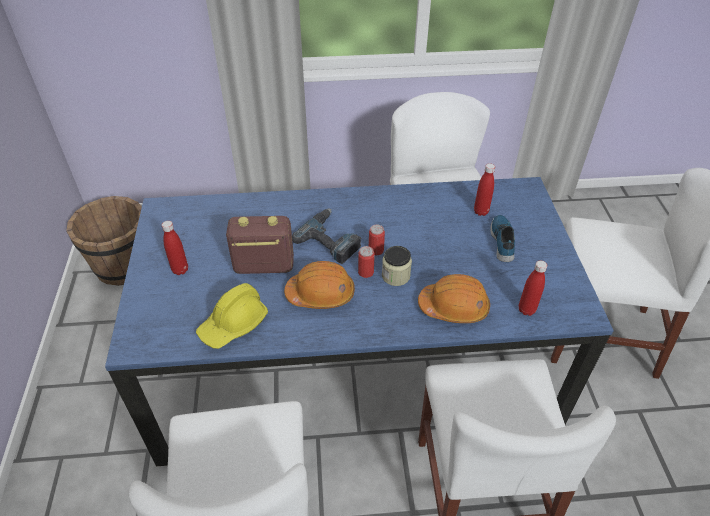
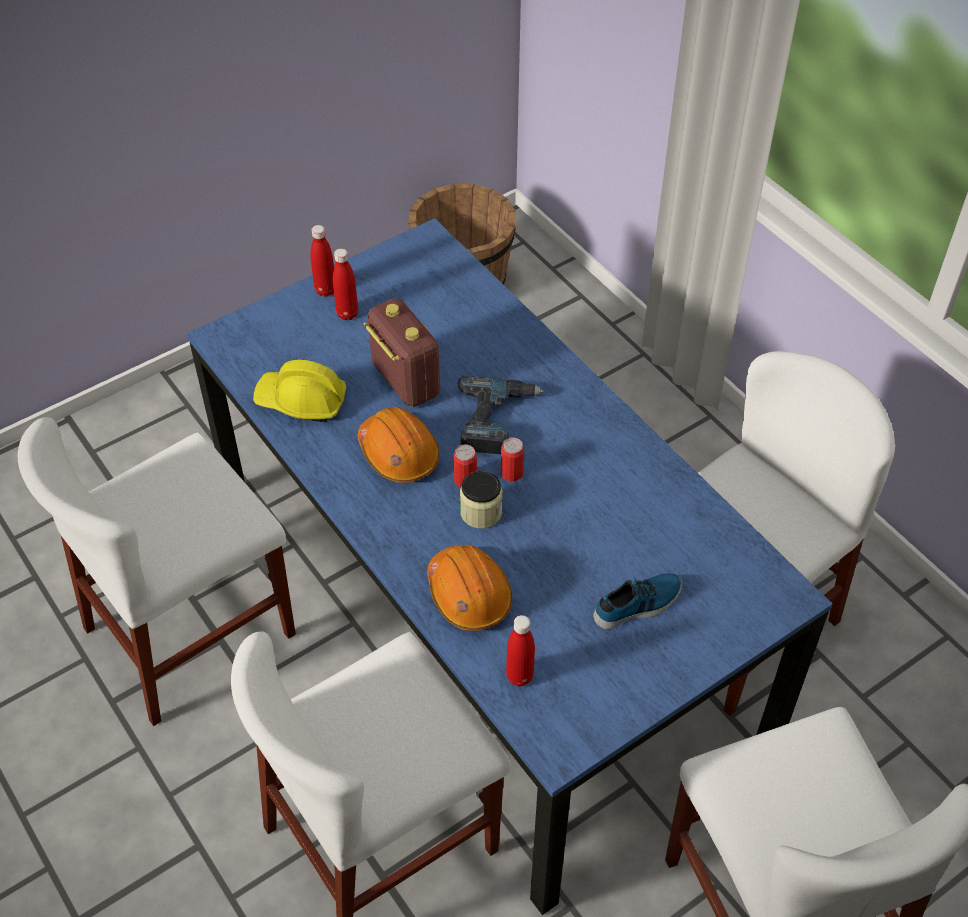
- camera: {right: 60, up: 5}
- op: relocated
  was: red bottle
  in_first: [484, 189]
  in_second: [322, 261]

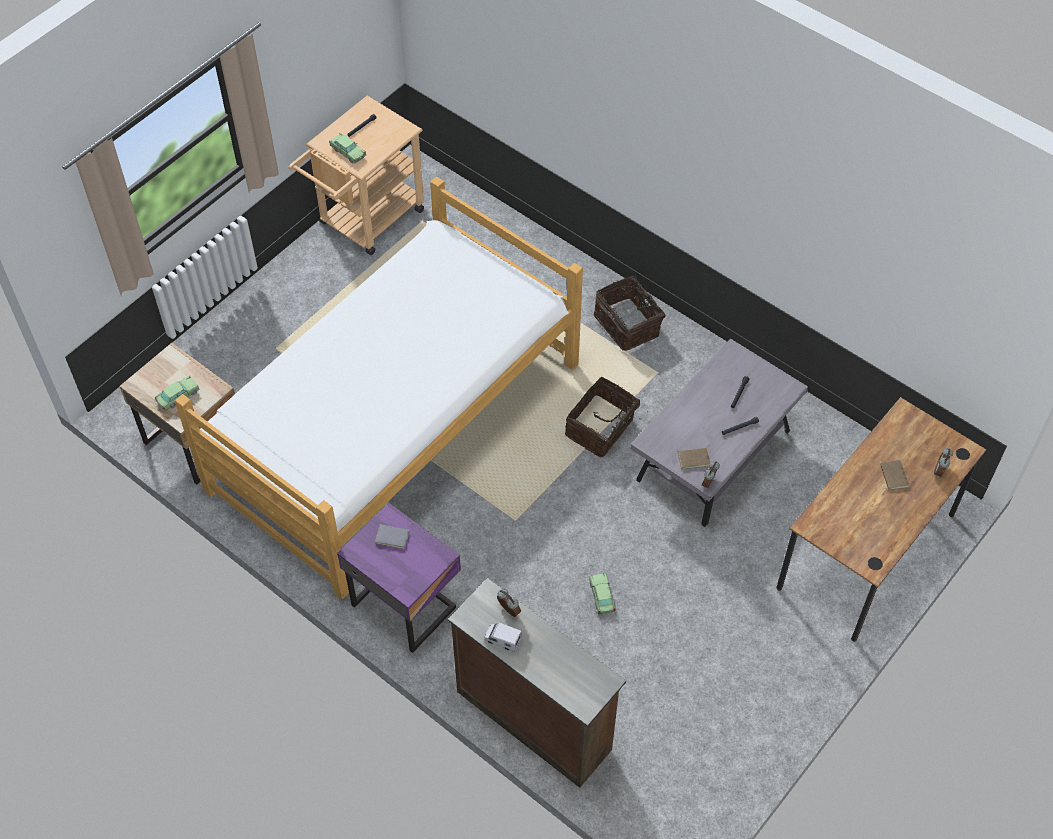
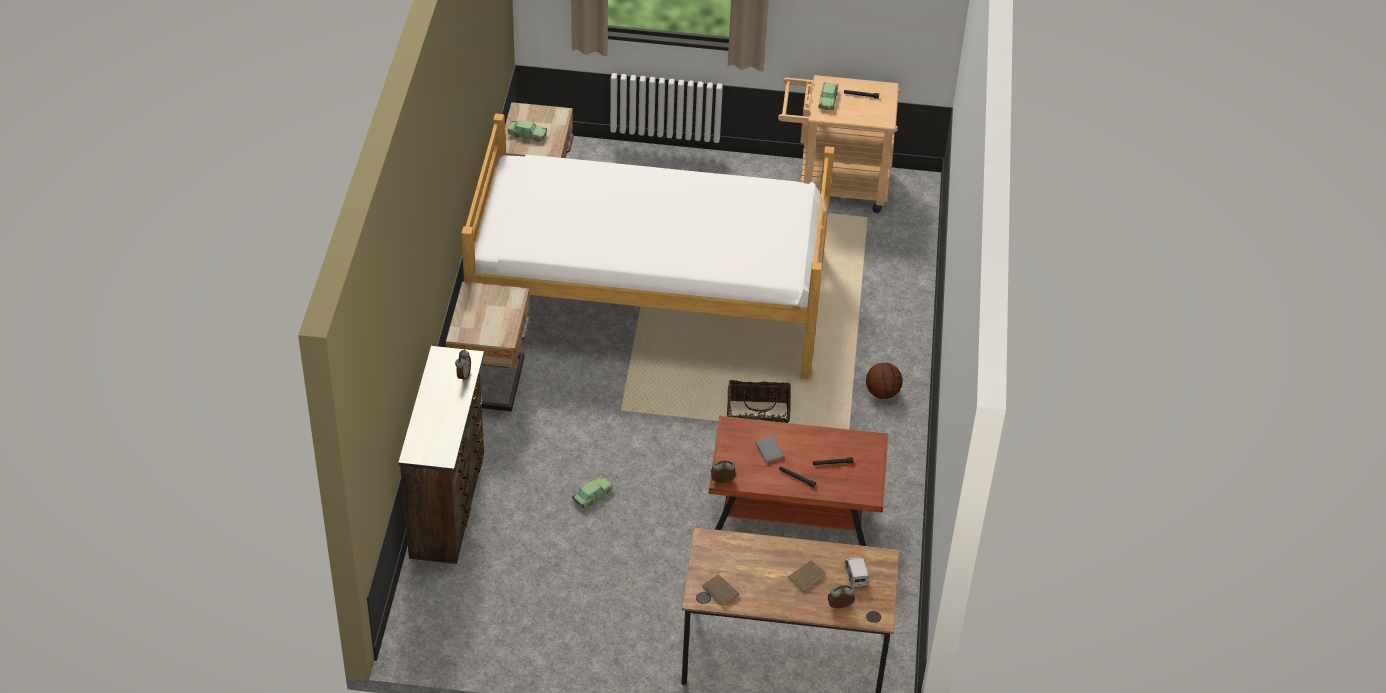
- camera: {right: 55, up: -10}
- op: relocated
  was: grey book
  in_first: [392, 533]
  in_second: [769, 448]
- op: relocated
  was: toy truck
  in_first: [503, 637]
  in_second: [856, 572]
- op: relocated
  was: brown book
  in_first: [694, 457]
  in_second: [720, 588]
- op: exchanged
  was: basket
  now: basketball
  in_first: [630, 313]
  in_second: [884, 381]
- op: colour
  was: purple nightstand
  now: beige nightstand
  in_first: [399, 578]
  in_second: [488, 346]
- op: colour
  was: grey coffee table
  now: brown coffee table
  in_first: [719, 432]
  in_second: [798, 481]

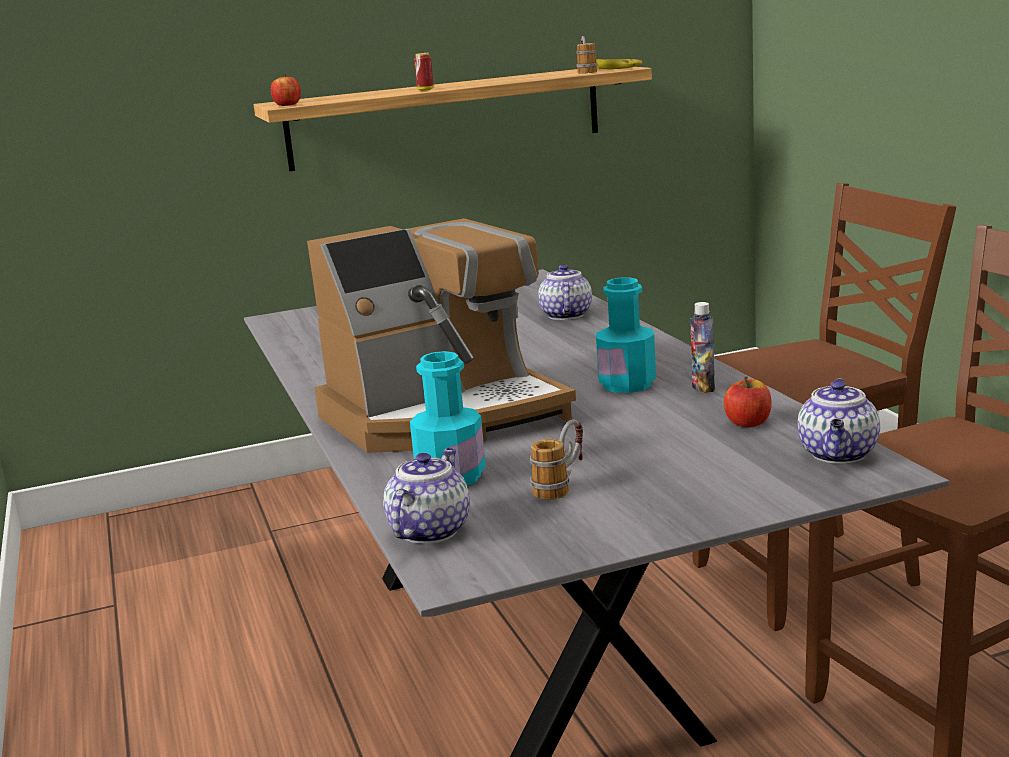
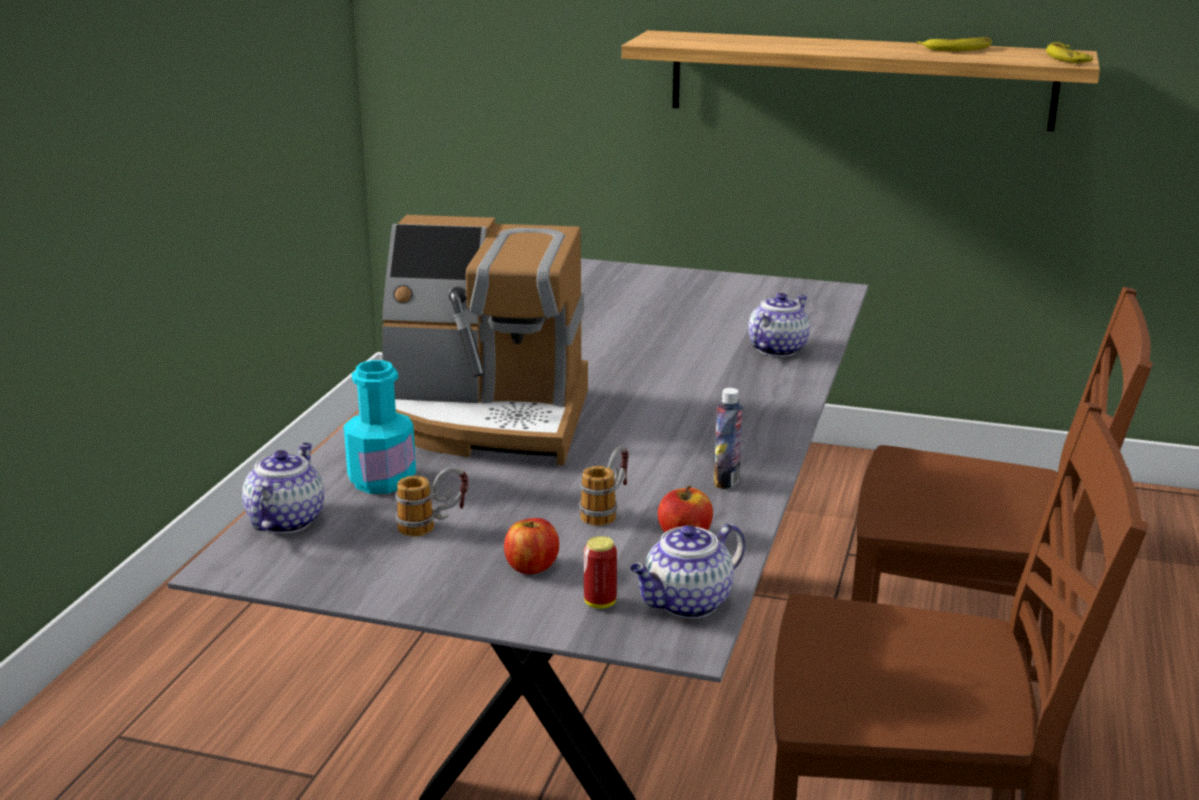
- camera: {right: 35, up: 5}
- op: missing
  was: turquoise bottle
  in_first: [626, 335]
- op: appeared
  now: banana
  in_second: [954, 44]
- op: relocated
  was: apple
  in_first: [286, 90]
  in_second: [531, 546]
- op: relocated
  was: can
  in_first: [424, 72]
  in_second: [600, 572]
- op: relocated
  was: mug
  in_first: [587, 55]
  in_second: [604, 486]
- op: spun
  was: teapot
  in_first: [426, 496]
  in_second: [283, 488]
  clockwise: -45

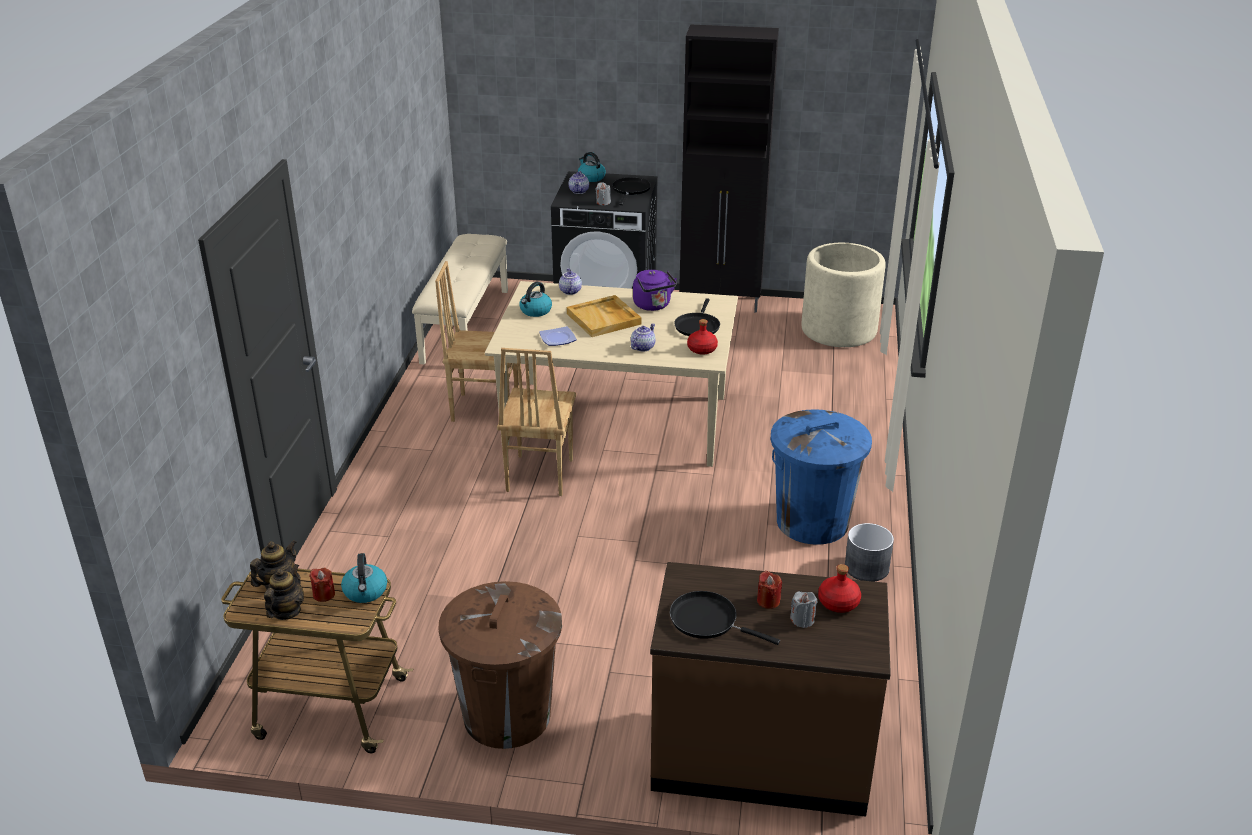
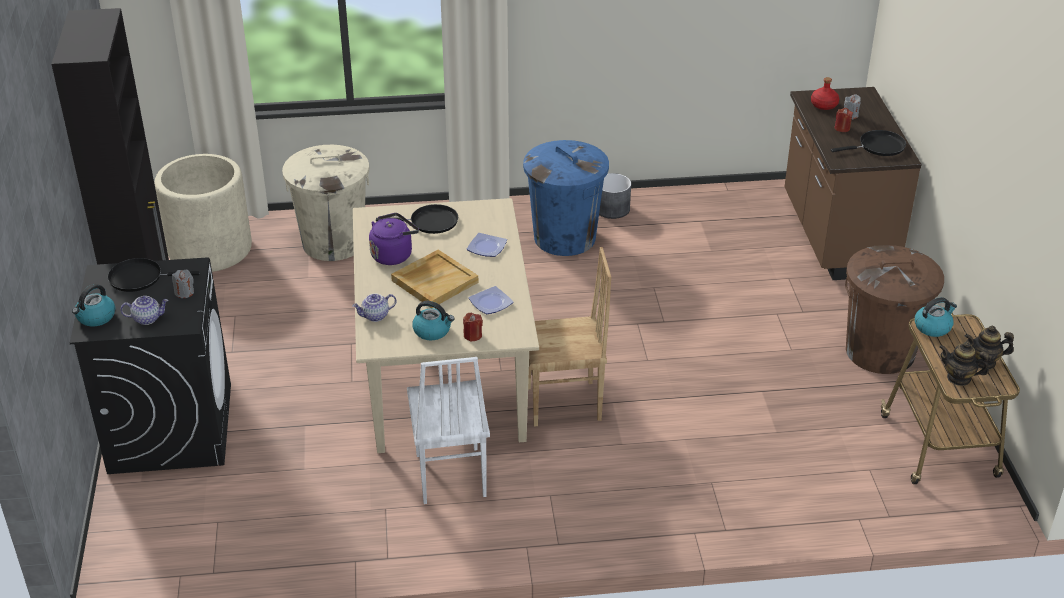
- camera: {right: -105, up: 5}
- op: missing
  was: beige bench
  in_first: [460, 299]
- op: missing
  was: red bottle
  in_first: [702, 337]
- op: appeared
  now: beige trash can
  in_second: [325, 203]
- op: relocated
  was: red candle
  in_first: [322, 585]
  in_second: [473, 327]
- op: exchanged
  was: teapot
  now: plate
  in_first: [643, 338]
  in_second: [487, 245]
- op: colour
  was: brown chair
  now: white chair
  in_first: [477, 341]
  in_second: [448, 430]
- op: spun
  was: black frying pan
  in_first: [725, 618]
  in_second: [868, 143]
  clockwise: -120

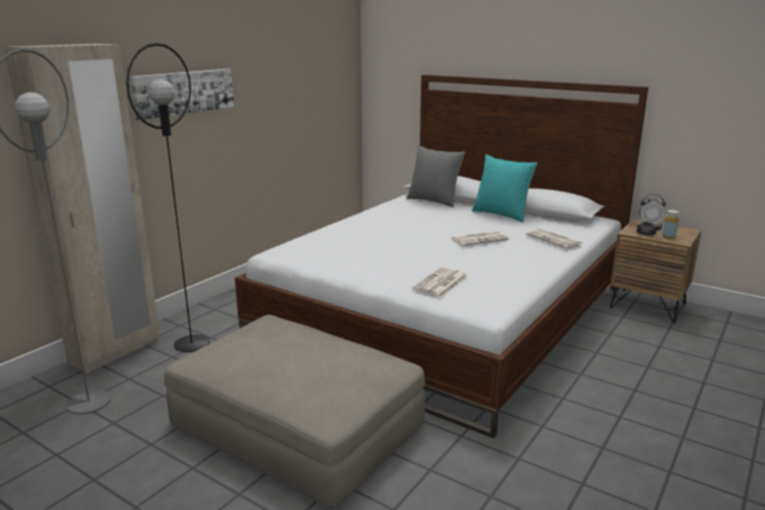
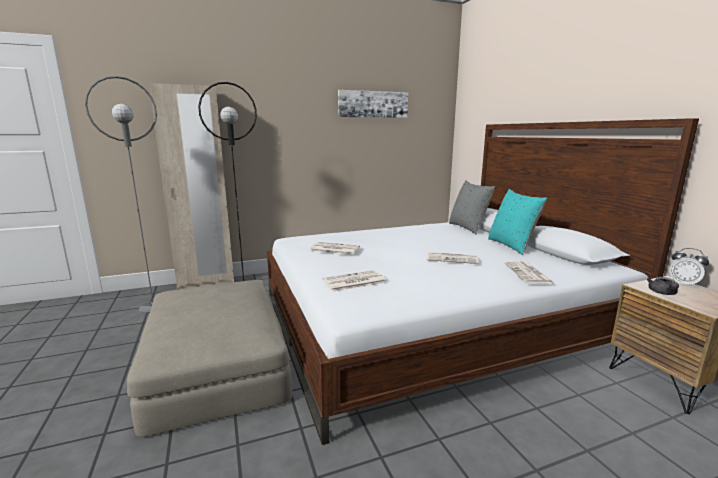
- camera: {right: 35, up: -5}
- op: missing
  was: yellow bottle
  in_first: [670, 224]
- op: appeared
  now: newspaper
  in_second: [334, 248]
- op: relocated
  was: picture
  in_first: [182, 94]
  in_second: [373, 104]

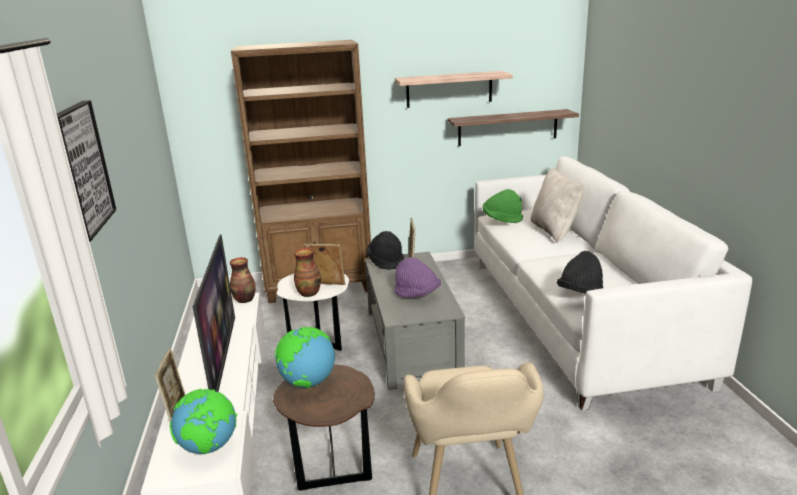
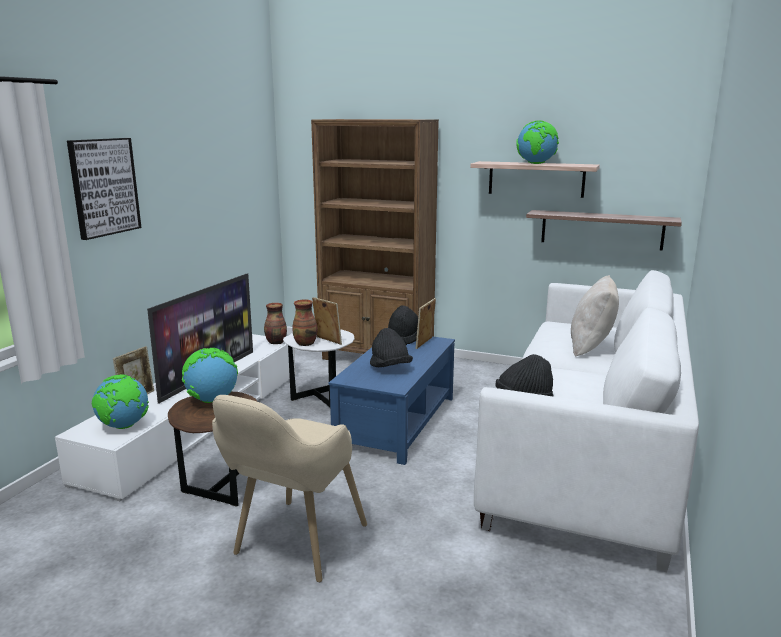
- camera: {right: 30, up: -5}
- op: missing
  was: green hat
  in_first: [503, 206]
- op: appeared
  now: globe
  in_second: [537, 142]
- op: colour
  was: grey coffee table
  now: blue coffee table
  in_first: [415, 321]
  in_second: [392, 400]
- op: colour
  was: purple hat
  now: black hat
  in_first: [417, 277]
  in_second: [391, 347]

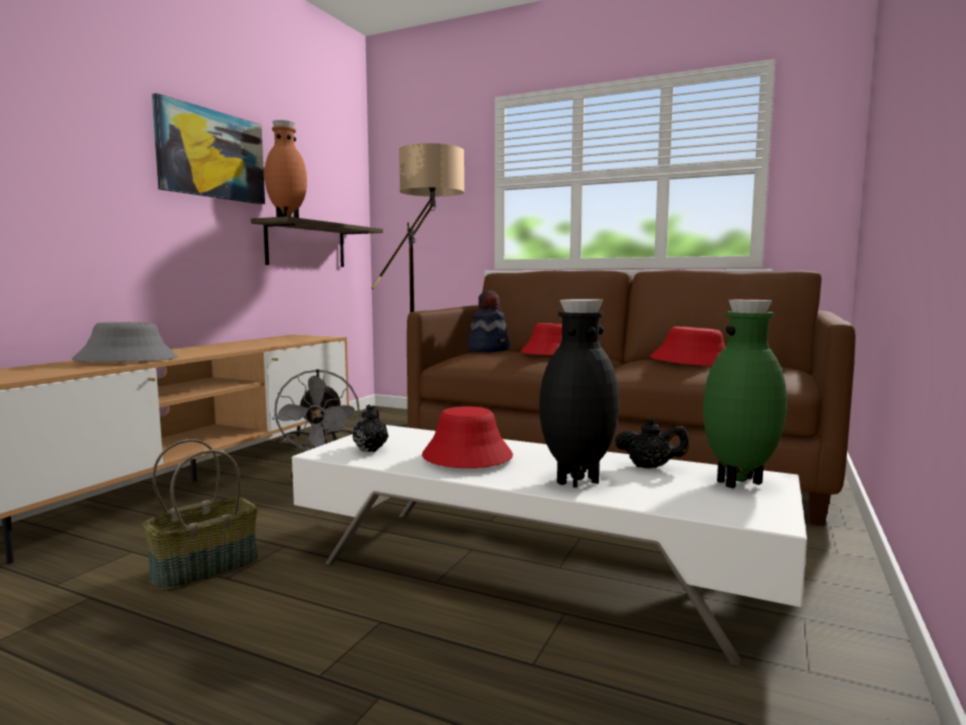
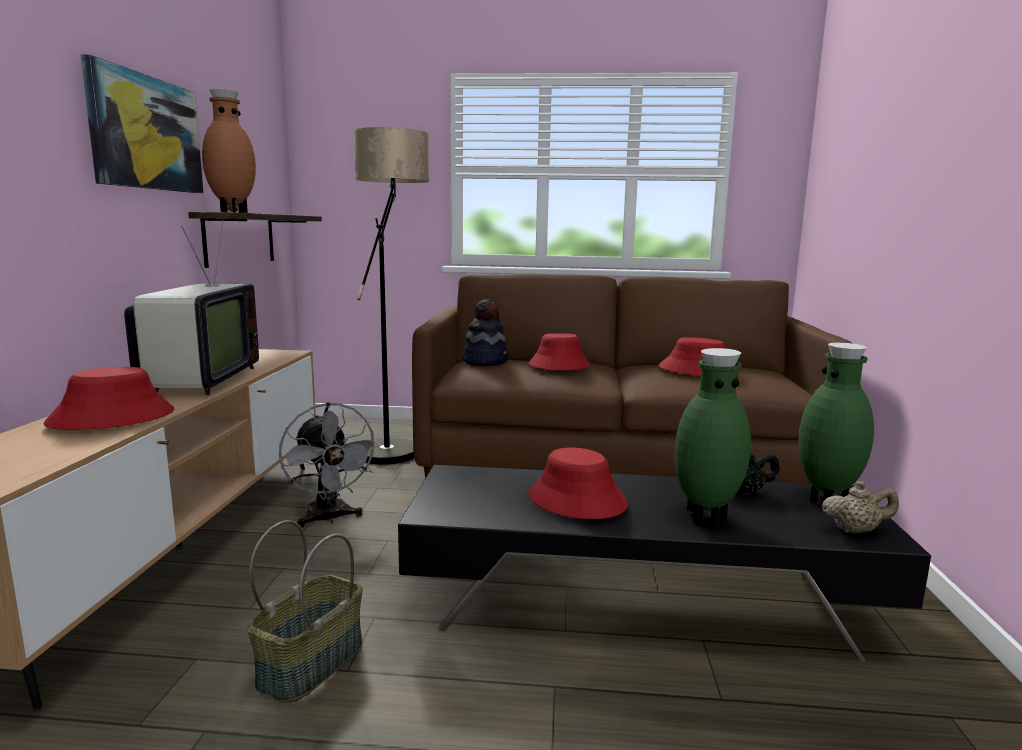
- camera: {right: -20, up: 5}
- op: missing
  was: black teapot
  in_first: [370, 428]
- op: appeared
  now: television
  in_second: [191, 308]
- op: appeared
  now: beige teapot
  in_second: [860, 507]
- op: colour
  was: grey hat
  now: red hat
  in_first: [125, 342]
  in_second: [108, 398]
- op: colour
  was: white coffee table
  now: black coffee table
  in_first: [549, 545]
  in_second: [664, 563]
- op: colour
  was: black vase
  now: green vase
  in_first: [579, 393]
  in_second: [713, 437]

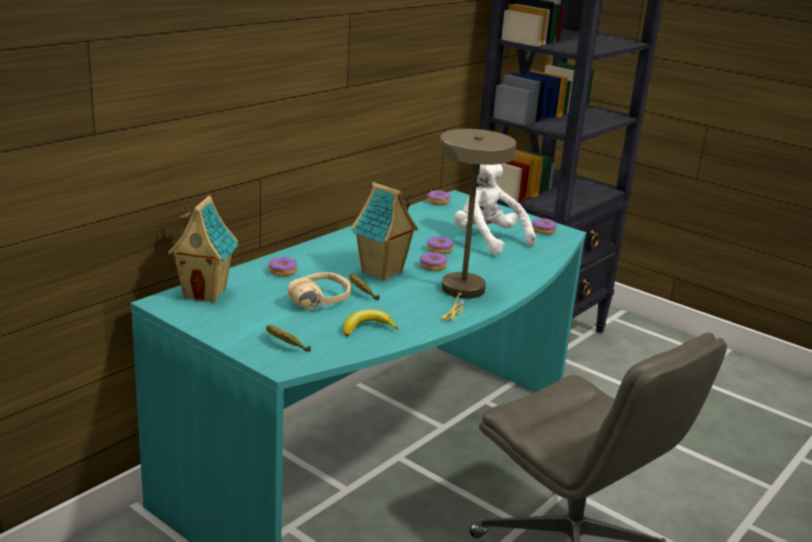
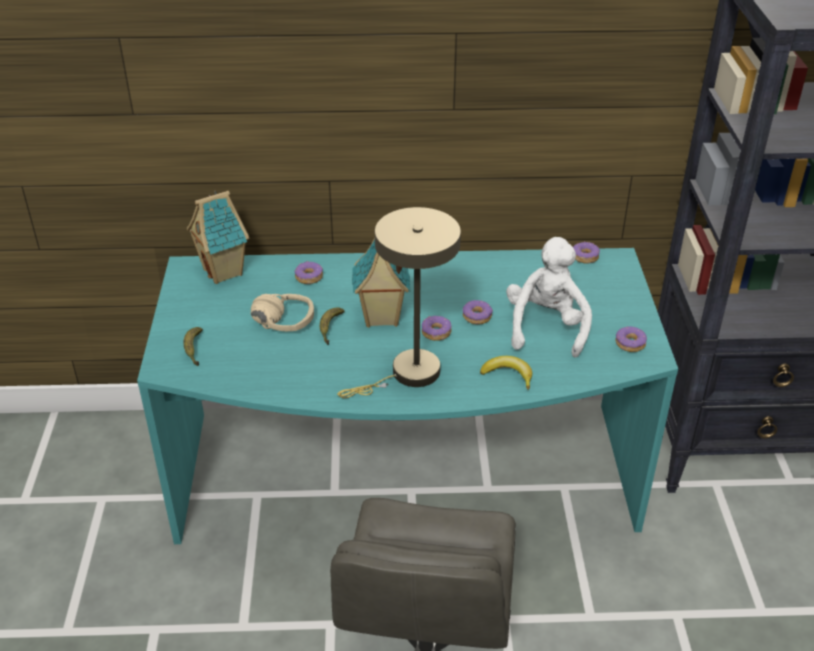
- camera: {right: 50, up: 15}
- op: relocated
  was: banana
  in_first: [371, 323]
  in_second: [506, 373]

